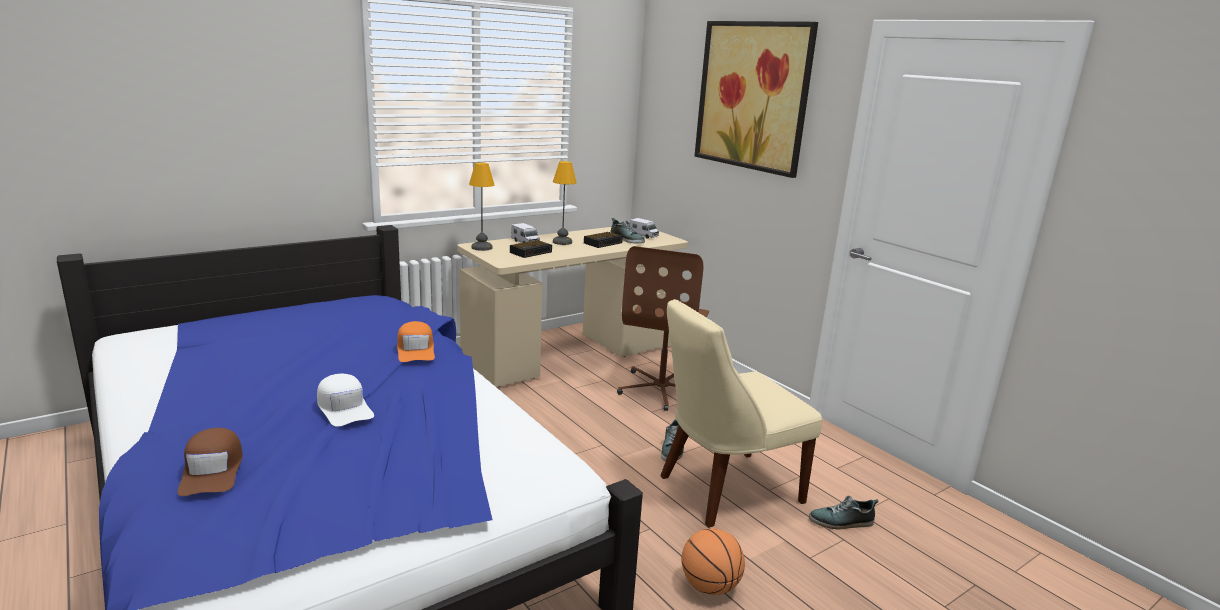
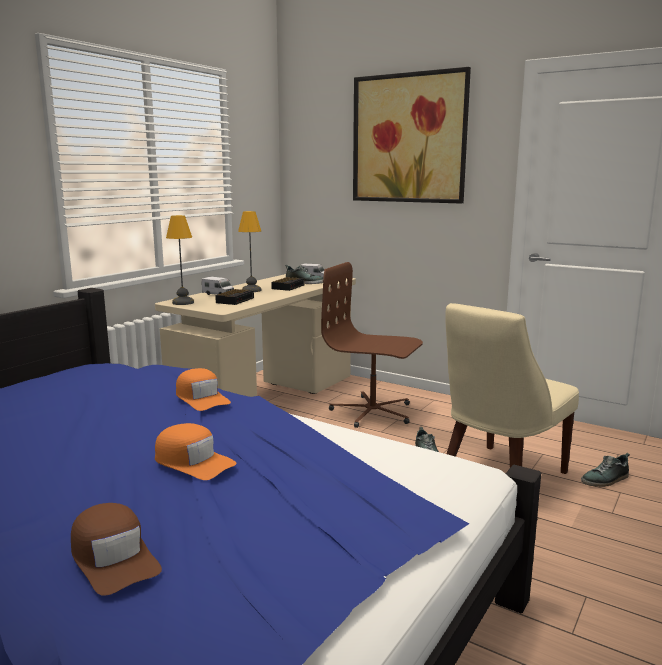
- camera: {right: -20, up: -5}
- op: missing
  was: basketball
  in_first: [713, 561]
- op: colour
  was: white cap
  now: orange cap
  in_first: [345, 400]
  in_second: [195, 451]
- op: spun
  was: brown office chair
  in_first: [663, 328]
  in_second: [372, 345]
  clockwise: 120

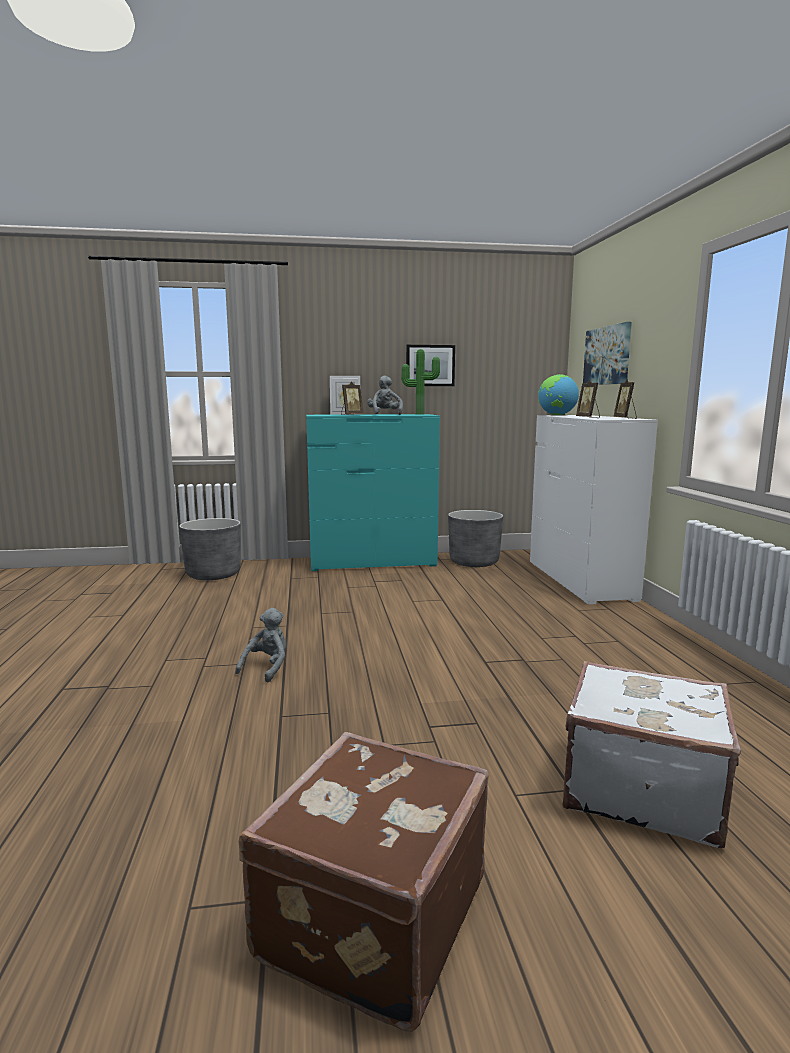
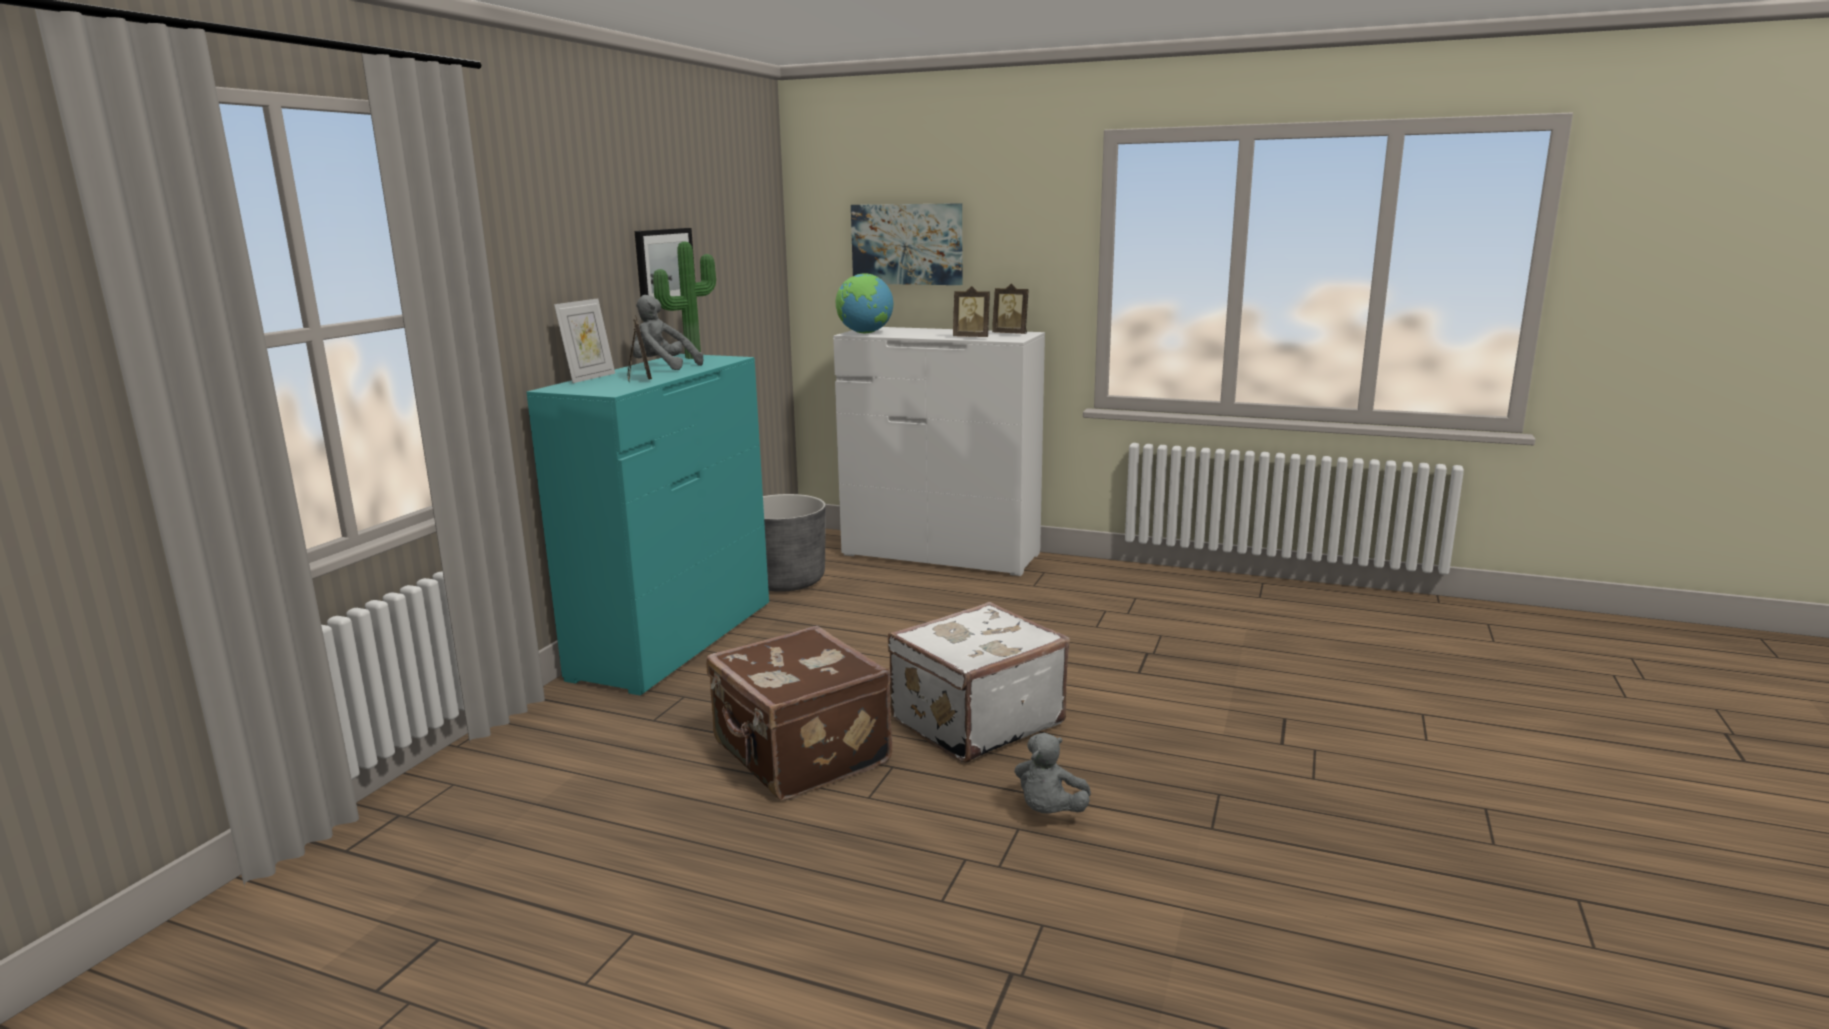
- camera: {right: -60, up: 5}
- op: missing
  was: grey planter
  in_first: [210, 549]
- op: relocated
  was: brown suitcase
  in_first: [364, 882]
  in_second: [799, 713]
- op: relocated
  was: white suitcase
  in_first: [652, 754]
  in_second: [979, 682]
- op: spun
  was: grey plush toy
  in_first: [261, 645]
  in_second: [1052, 773]
  clockwise: -120

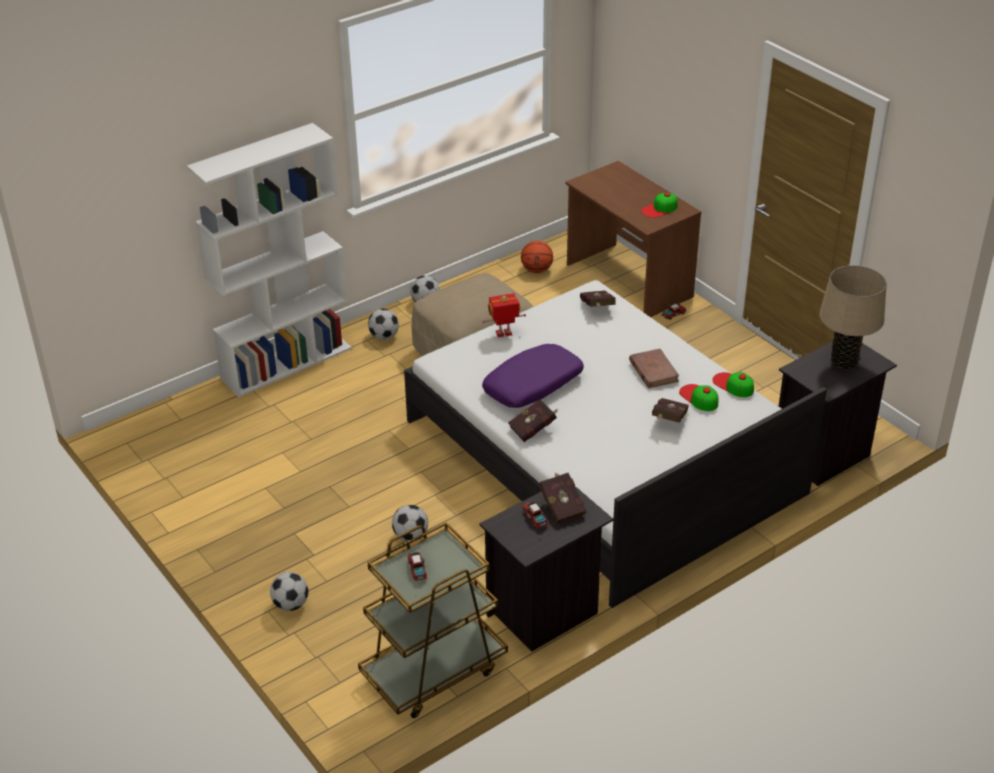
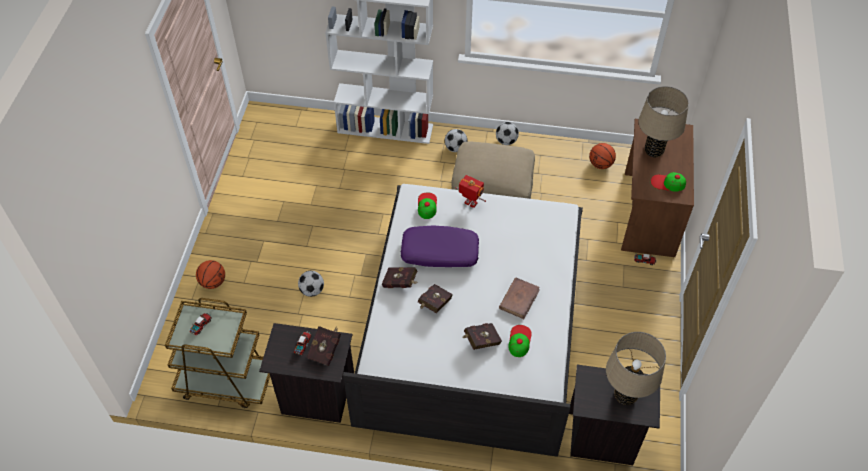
- camera: {right: 45, up: 15}
- op: appeared
  now: beige table lamp
  in_second: [663, 122]
- op: relocated
  was: red book
  in_first: [598, 299]
  in_second: [435, 298]
- op: relocated
  was: cap
  in_first: [733, 384]
  in_second: [427, 205]
- op: exchanged
  was: football
  now: basketball
  in_first: [289, 591]
  in_second: [210, 274]

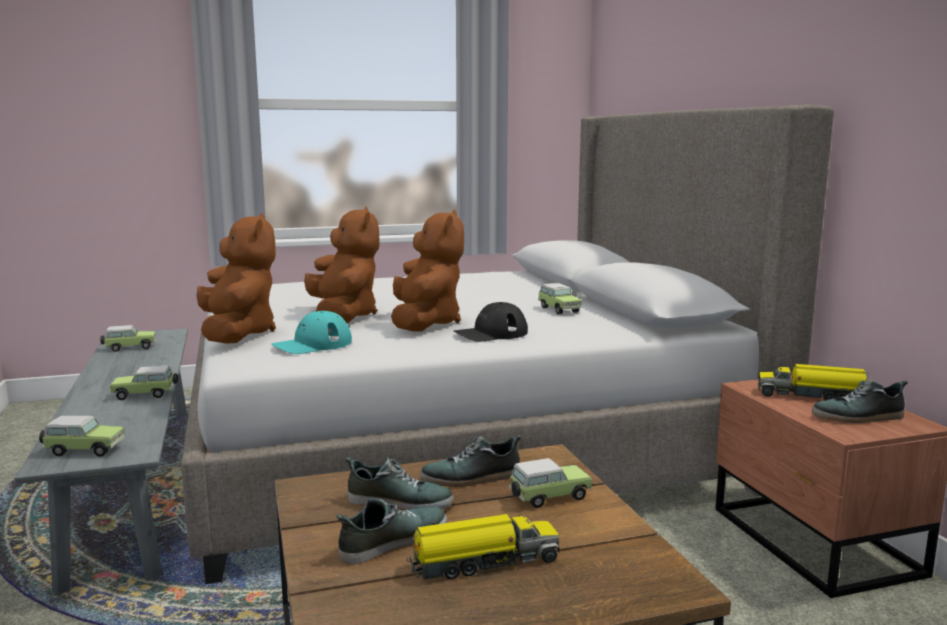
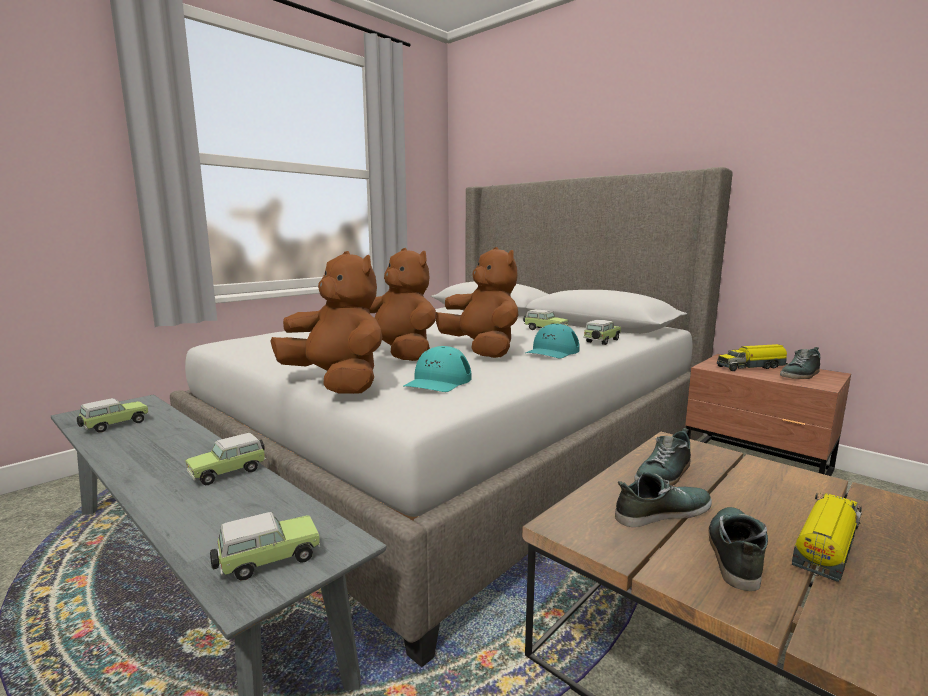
- camera: {right: -30, up: 0}
- op: relocated
  was: toy car
  in_first: [550, 483]
  in_second: [602, 332]
- op: colour
  was: black cap
  now: turquoise cap
  in_first: [491, 322]
  in_second: [552, 341]

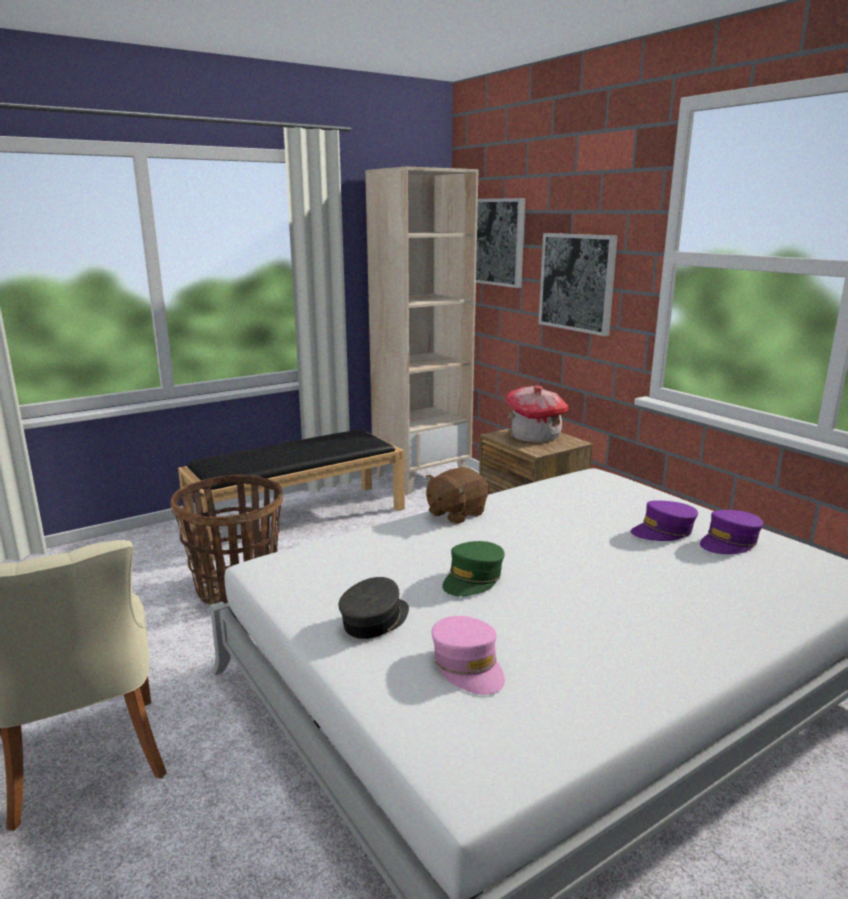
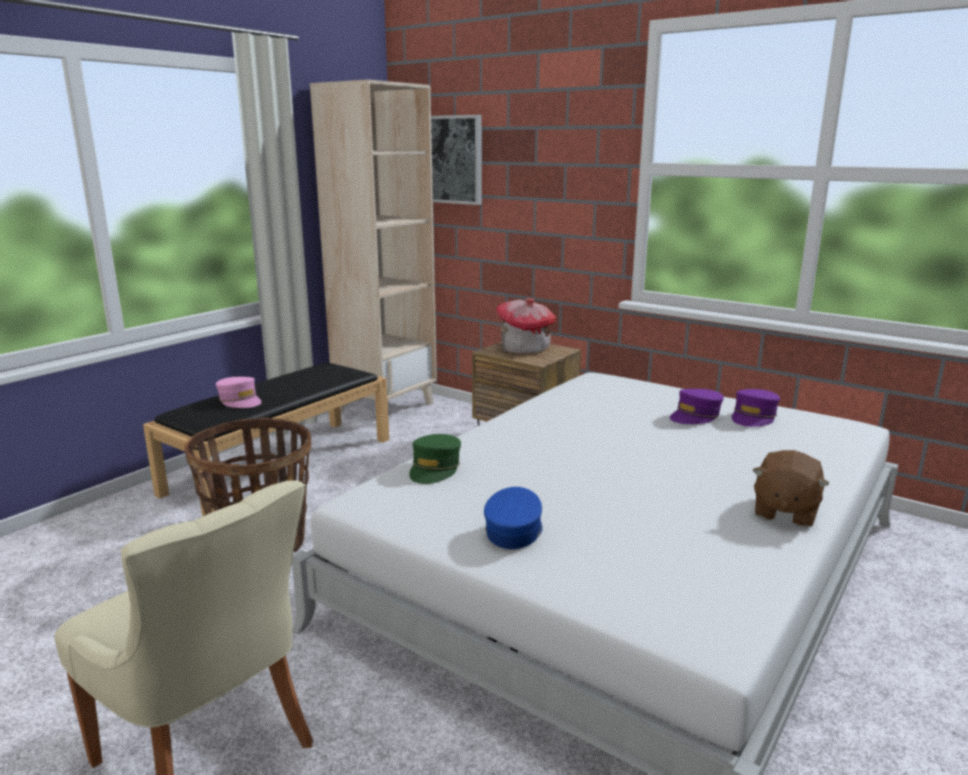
- camera: {right: -20, up: 0}
- op: missing
  was: picture
  in_first: [578, 284]
- op: relocated
  was: brown plush toy
  in_first: [457, 495]
  in_second: [790, 488]
- op: relocated
  was: pink cap
  in_first: [468, 655]
  in_second: [238, 392]
- op: relocated
  was: green cap
  in_first: [473, 568]
  in_second: [435, 459]
- op: colour
  was: grey cap
  now: blue cap
  in_first: [374, 608]
  in_second: [513, 518]

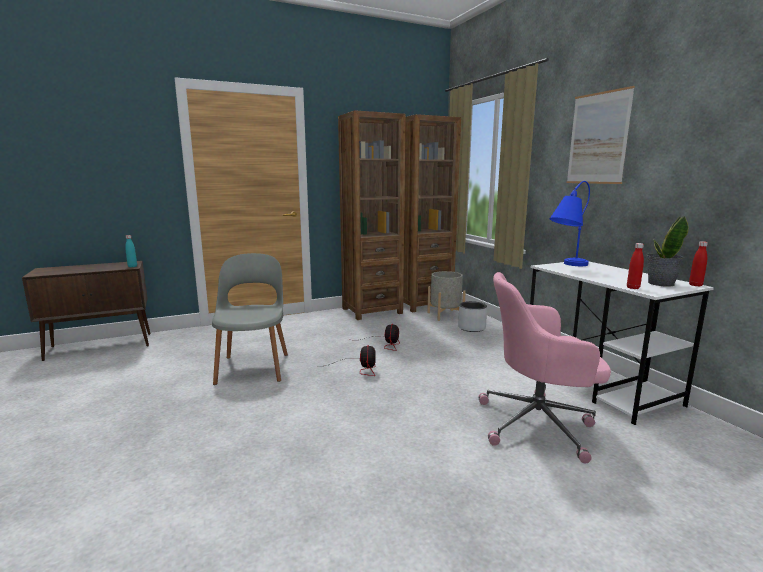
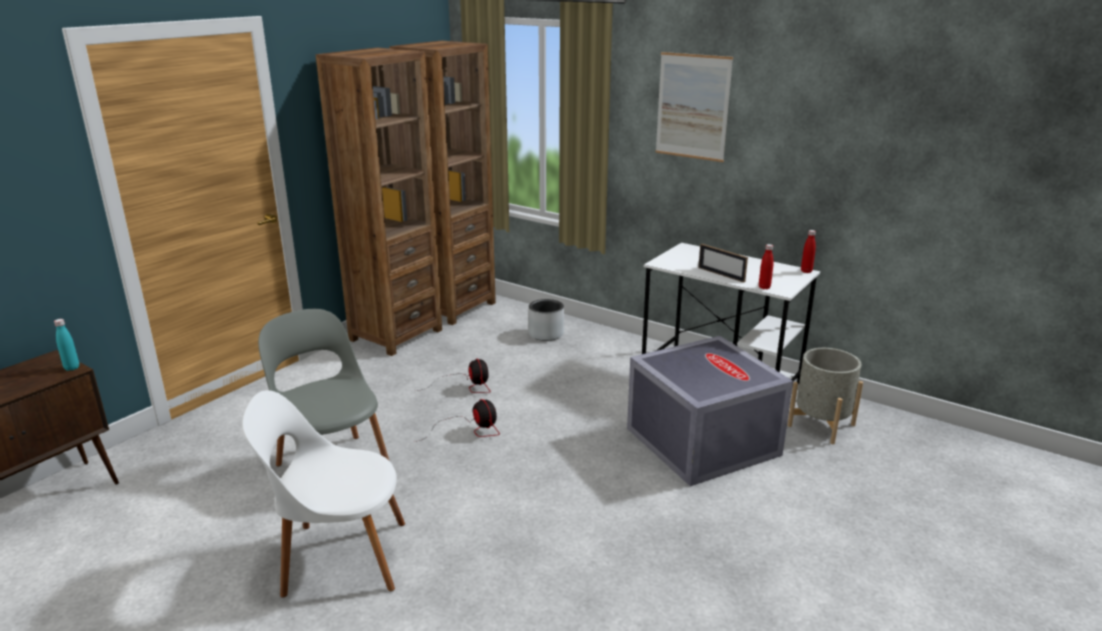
- camera: {right: -30, up: 10}
- op: missing
  was: blue table lamp
  in_first: [570, 223]
- op: missing
  was: potted plant
  in_first: [668, 251]
- op: appeared
  now: white chair
  in_second: [323, 494]
- op: appeared
  now: picture frame
  in_second: [723, 263]
- op: relocated
  was: grey planter
  in_first: [446, 296]
  in_second: [825, 396]
- op: exchanged
  was: pink office chair
  now: grey storage box
  in_first: [544, 367]
  in_second: [710, 411]

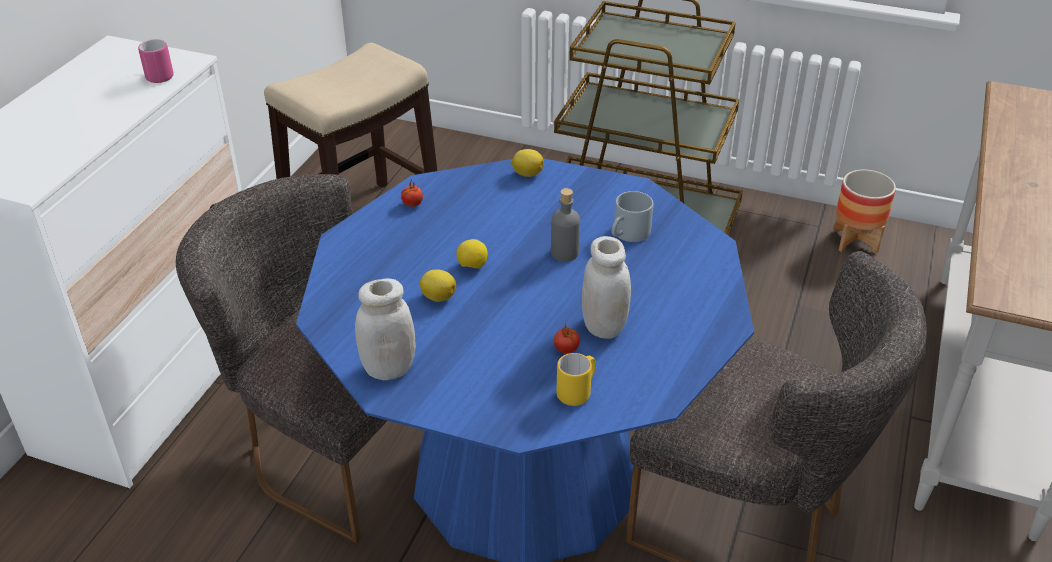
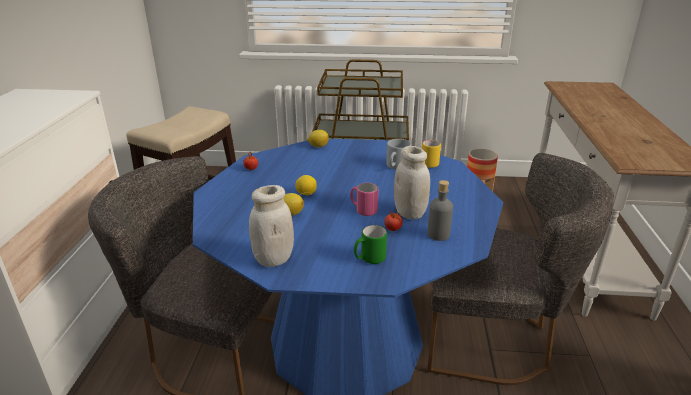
- camera: {right: -15, up: -10}
- op: appeared
  now: green mug
  in_second: [370, 244]
- op: relocated
  was: pink mug
  in_first: [156, 61]
  in_second: [364, 199]
- op: relocated
  was: grey bottle
  in_first: [565, 225]
  in_second: [440, 210]
- op: relocated
  was: yellow mug
  in_first: [576, 379]
  in_second: [431, 154]

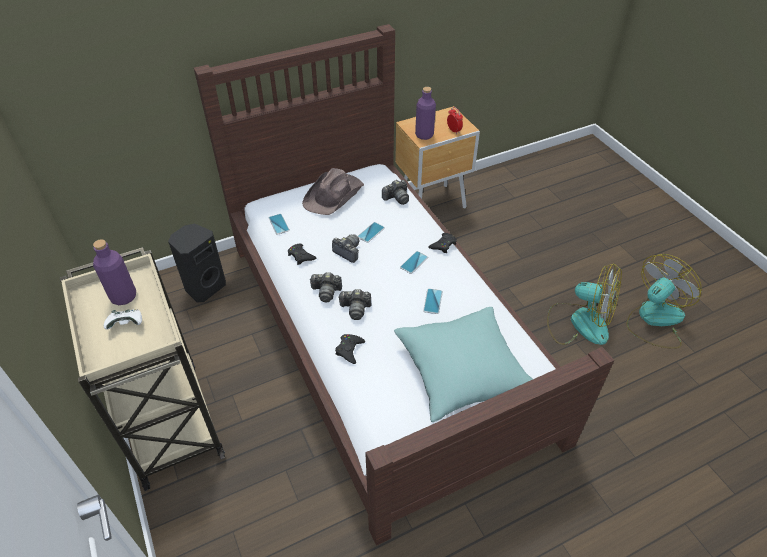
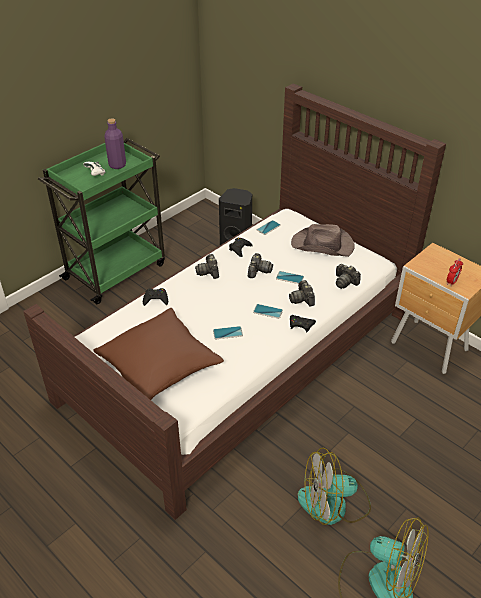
- camera: {right: 70, up: -5}
- op: missing
  was: purple bottle
  in_first: [425, 113]
- op: relocated
  was: photo camera
  in_first: [355, 304]
  in_second: [302, 293]
- op: colour
  was: beige cart
  now: green cart
  in_first: [142, 369]
  in_second: [101, 221]
- op: colour
  was: turquoise pillow
  now: brown pillow
  in_first: [463, 364]
  in_second: [158, 354]
- op: spun
  was: fan
  in_first: [584, 304]
  in_second: [334, 486]
  clockwise: 75

